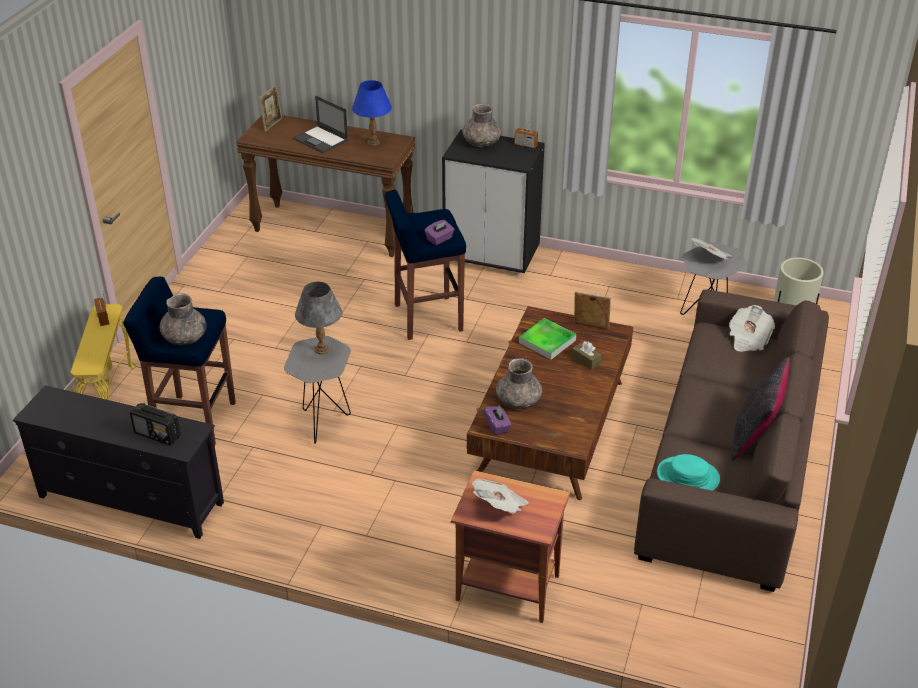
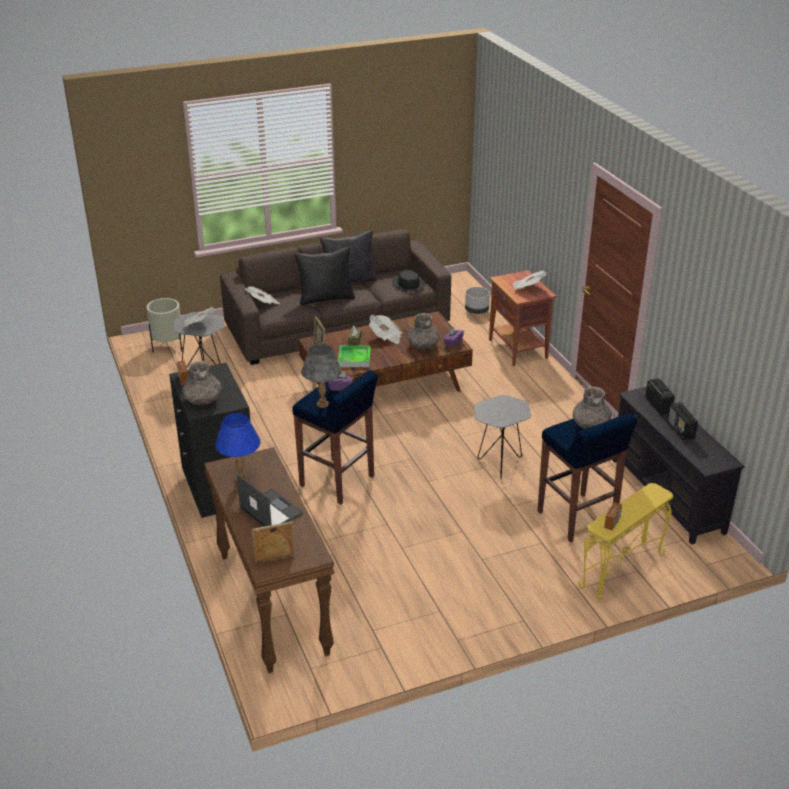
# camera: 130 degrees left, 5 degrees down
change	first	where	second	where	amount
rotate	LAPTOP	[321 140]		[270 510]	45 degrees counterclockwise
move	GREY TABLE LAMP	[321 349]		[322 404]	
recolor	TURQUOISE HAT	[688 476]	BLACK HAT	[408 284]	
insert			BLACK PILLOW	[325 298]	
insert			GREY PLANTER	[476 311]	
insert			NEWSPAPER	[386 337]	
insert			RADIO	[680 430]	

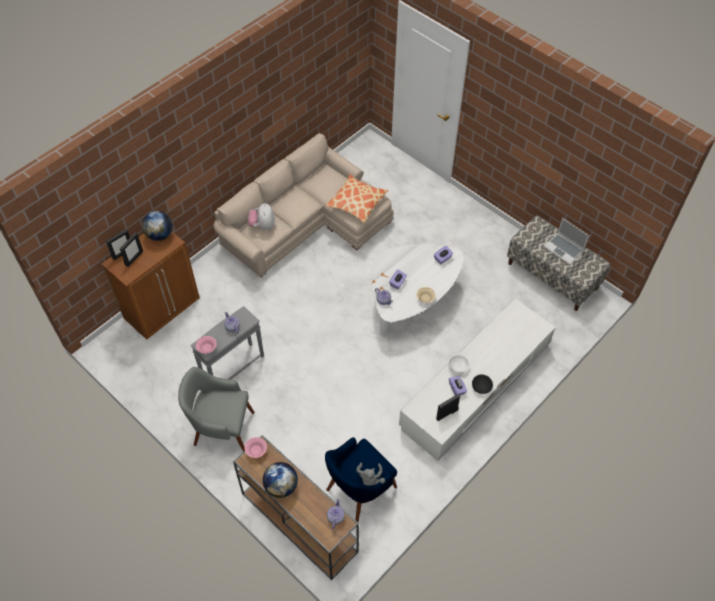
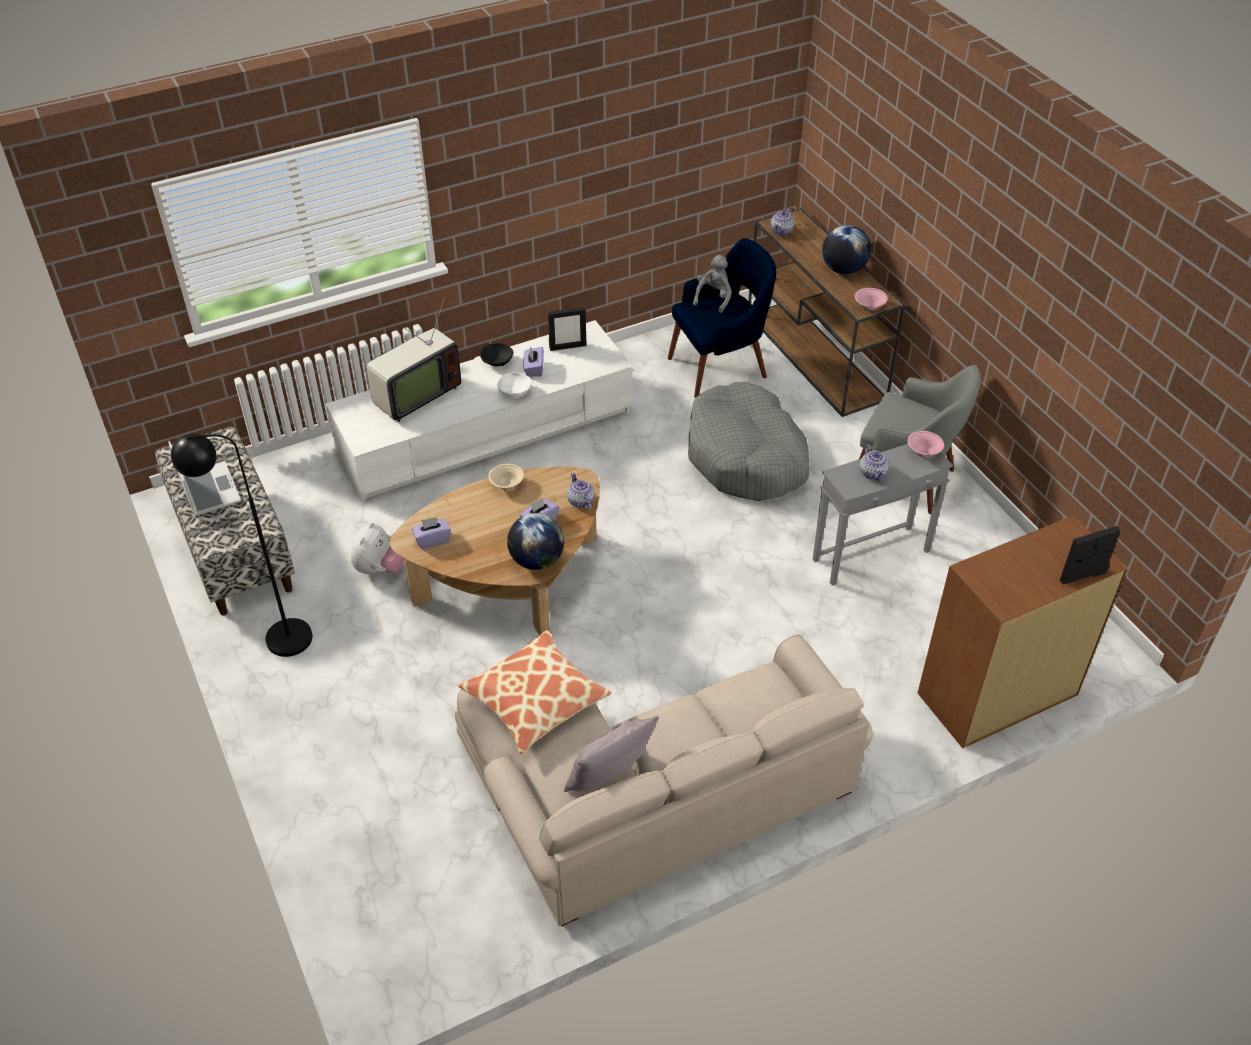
# camera: 160 degrees left, 10 degrees down
change	first	where	second	where	amount
move	PLUSH TOY	[262 225]		[380 568]	
move	GLOBE	[160 235]		[536 560]	
delete	PICTURE FRAME	[134 258]			
recolor	WHITE COFFEE TABLE	[411 300]	BROWN COFFEE TABLE	[510 577]	
insert			TELEVISION	[414 396]	
insert			GREY DOG BED	[746 457]	
insert			BLACK FLOOR LAMP	[274 641]	
insert			PURPLE PILLOW	[609 777]	

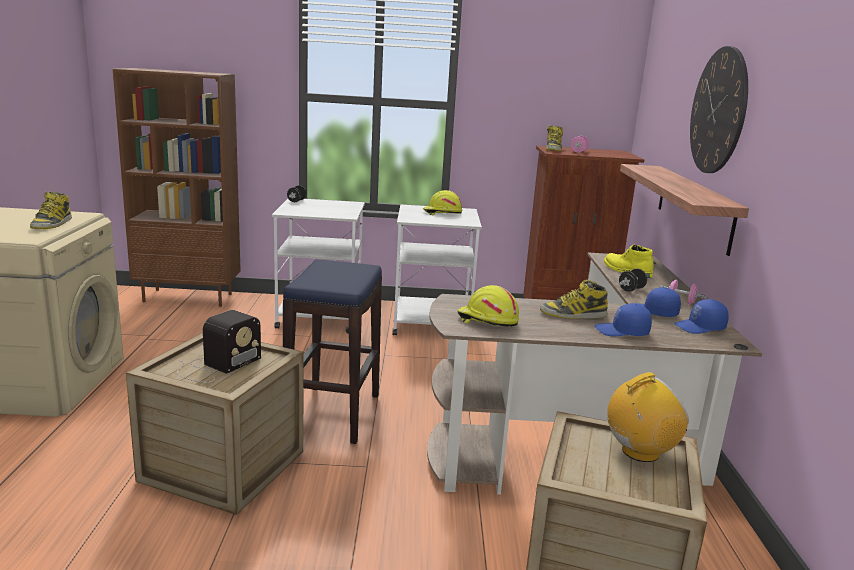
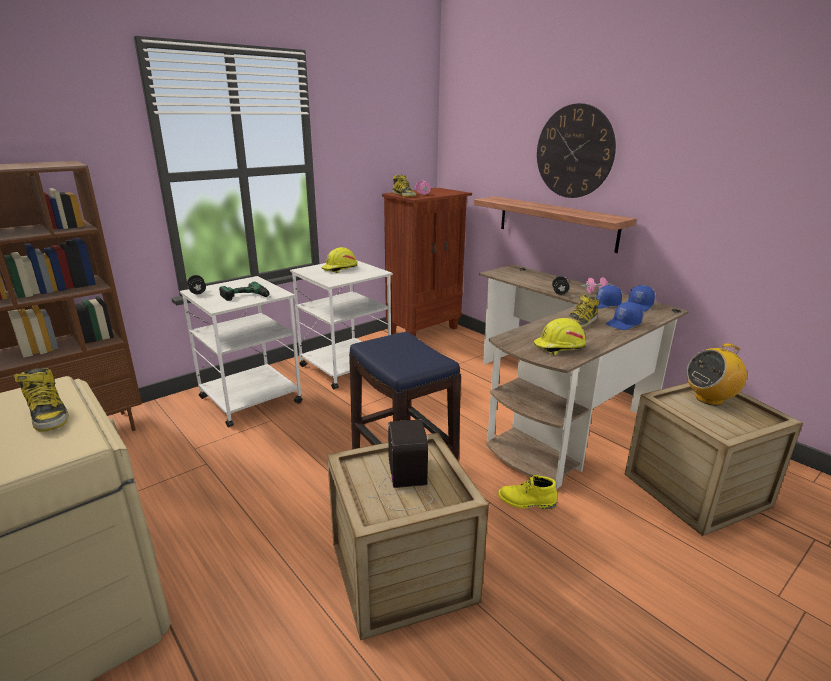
# camera: 40 degrees left, 5 degrees up
change	first	where	second	where	amount
move	YELLOW BOOT	[626 271]		[526 502]	
rotate	RADIO	[640 452]		[709 399]	135 degrees counterclockwise
insert			POWER DRILL	[248 298]	

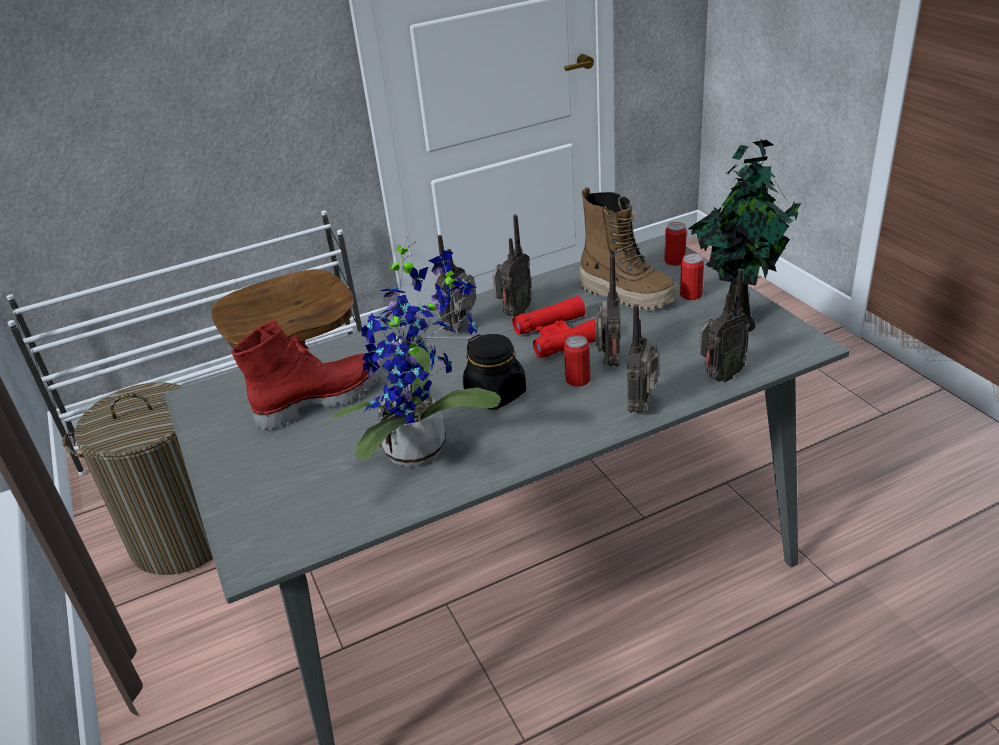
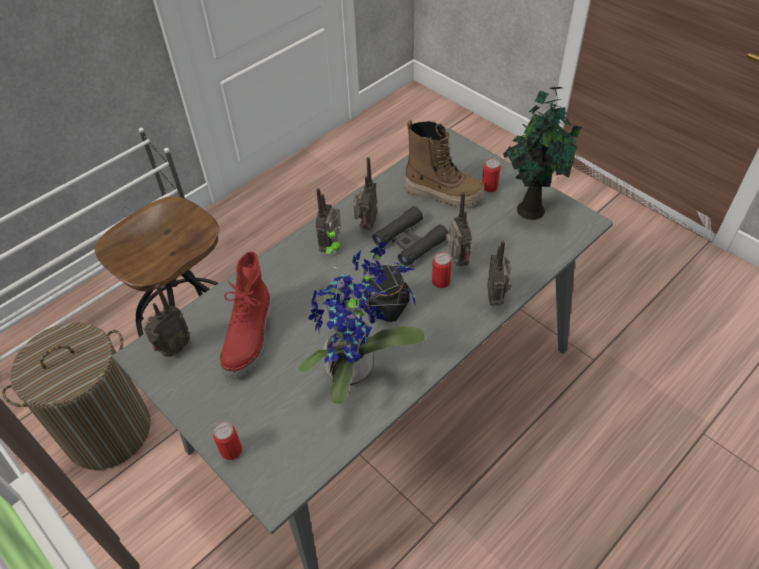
# camera: 20 degrees left, 15 degrees up
change	first	where	second	where	amount
move	CAN	[674 261]		[231 450]	
move	RADIO	[719 376]		[173 348]	
recolor	RED BINOCULARS	[560 336]	BLACK BINOCULARS	[410 242]	
rotate	RED BOOT	[318 401]		[250 338]	150 degrees clockwise

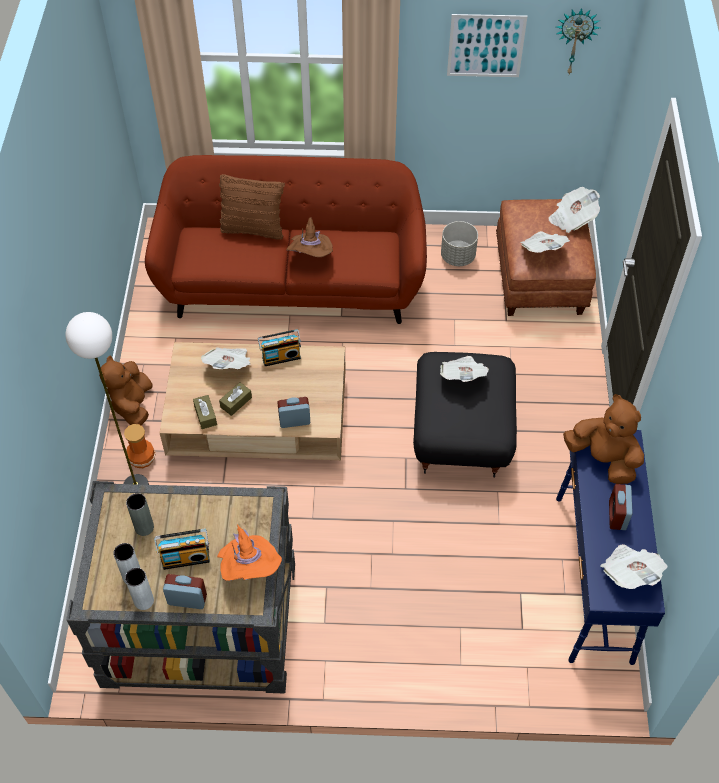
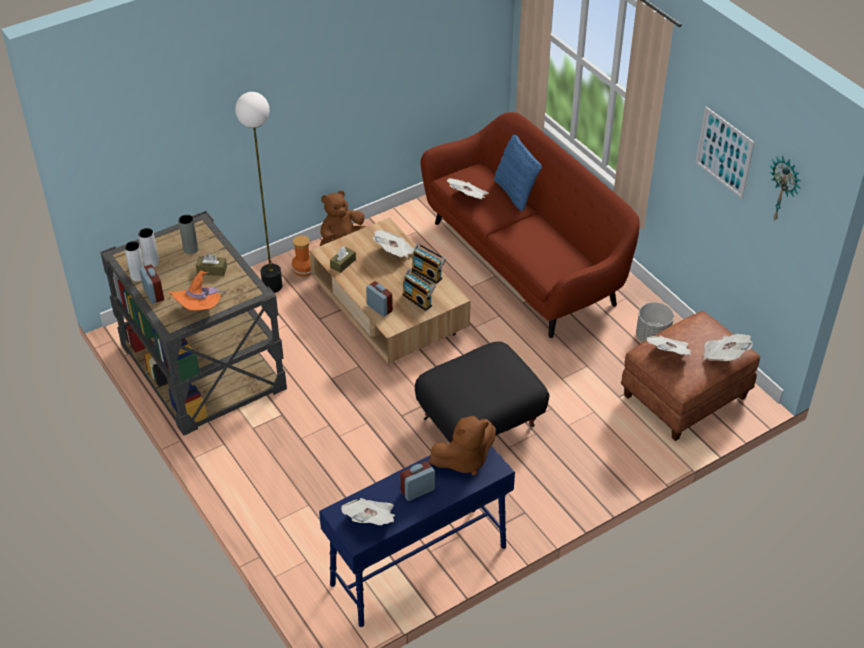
# camera: 55 degrees right, 10 degrees down
change	first	where	second	where	amount
recolor	BROWN PILLOW	[254 229]	BLUE PILLOW	[516 194]	
delete	BROWN HAT	[311 256]			
move	NEWSPAPER	[463 376]		[468 197]	
move	BROWN TISSUE BOX	[236 402]		[212 270]	
rotate	BROWN PLUSH TOY	[603 459]		[464 460]	60 degrees clockwise
move	RADIO	[185 557]		[418 299]	

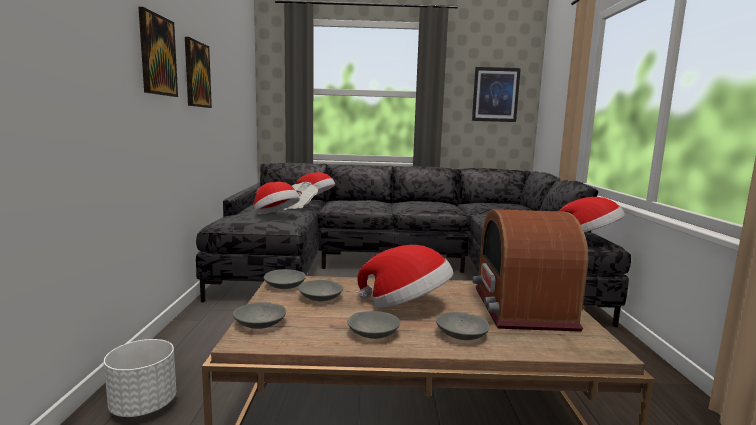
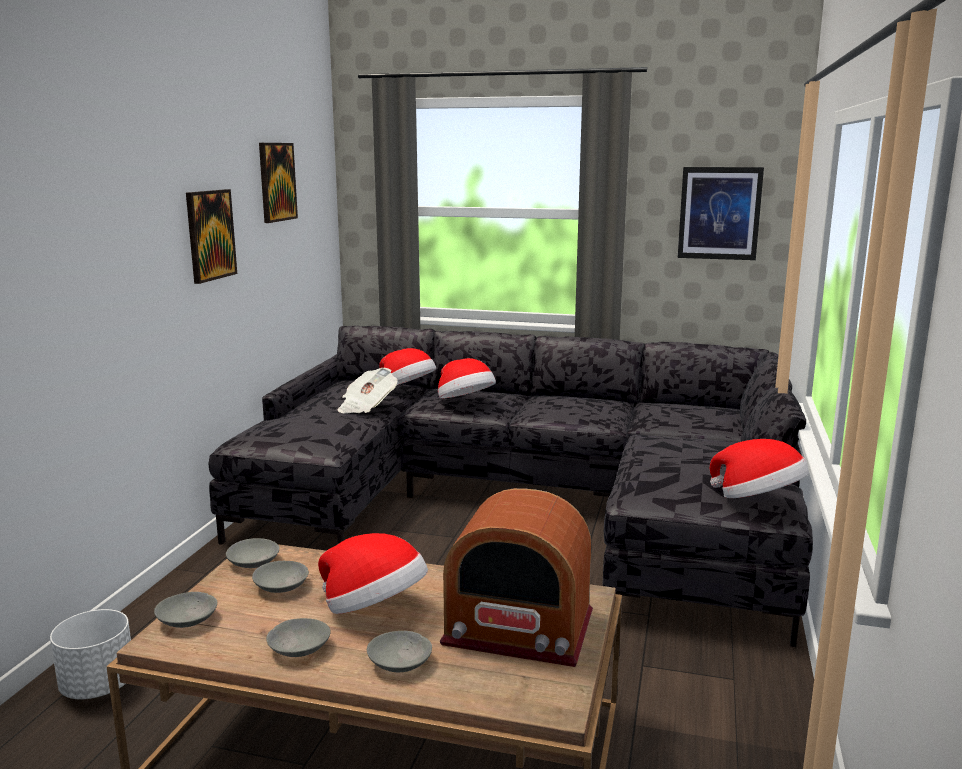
# camera: 15 degrees right, 5 degrees up
change	first	where	second	where	amount
move	PICTURE	[157 55]		[277 182]	
move	HAT	[275 216]		[465 402]	
rotate	RADIO	[521 308]		[518 629]	90 degrees counterclockwise

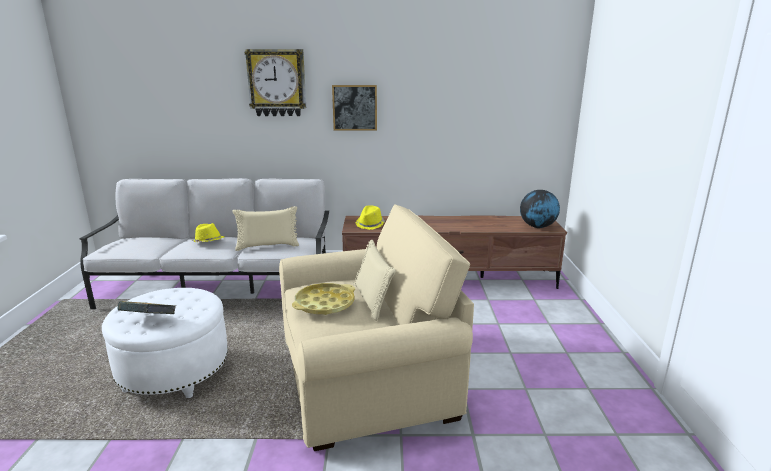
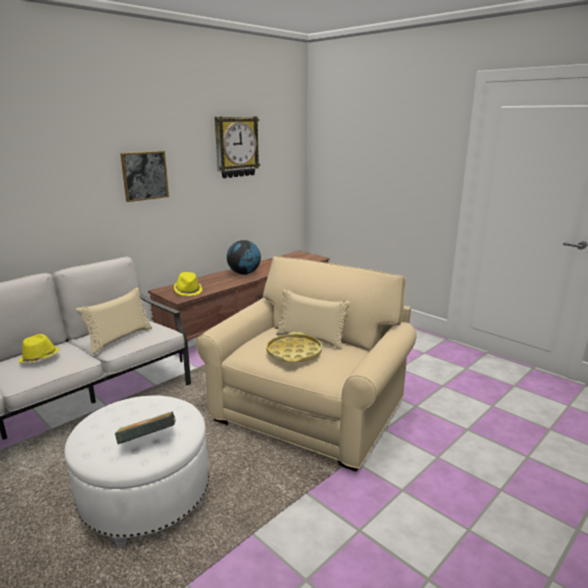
# camera: 45 degrees left, 0 degrees up
change	first	where	second	where	amount
move	WALL CLOCK	[277 83]		[236 147]	
move	GLOBE	[537 227]		[244 273]	

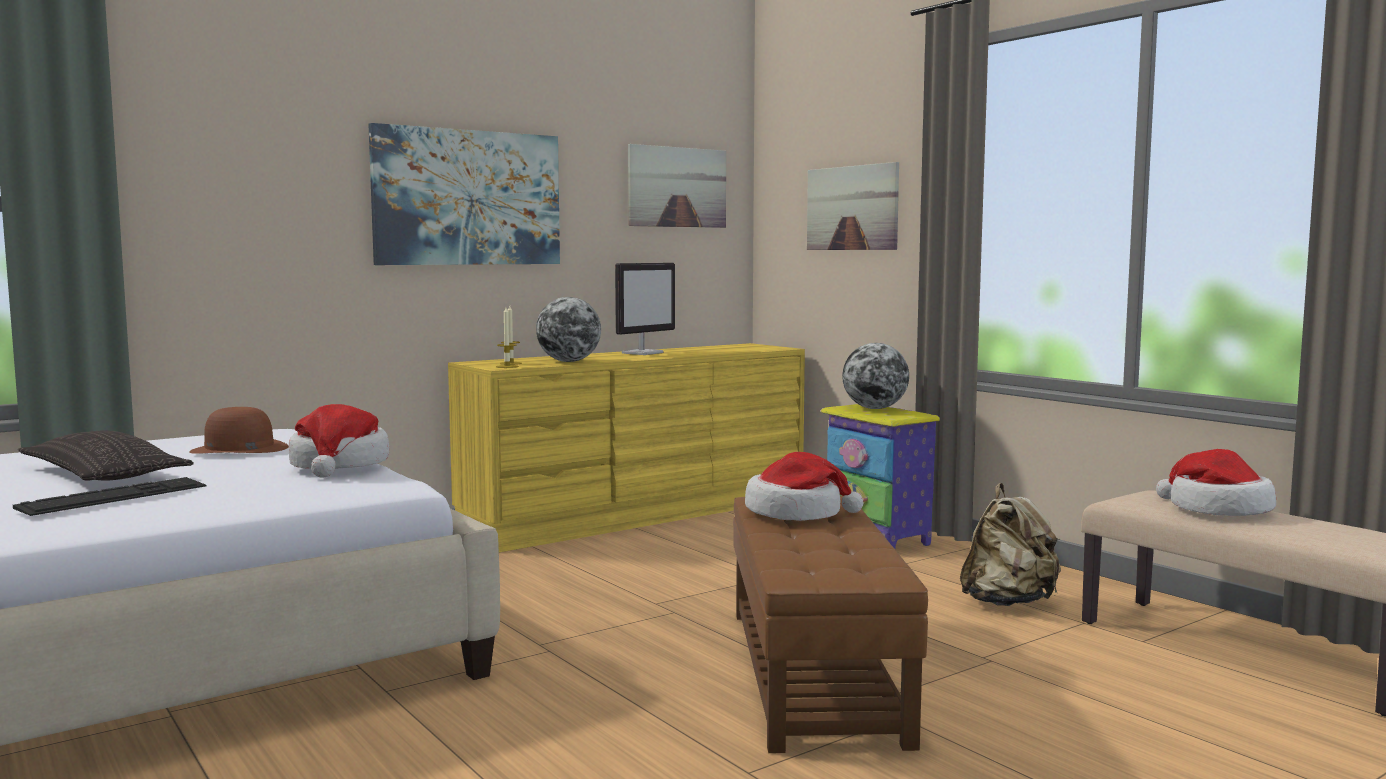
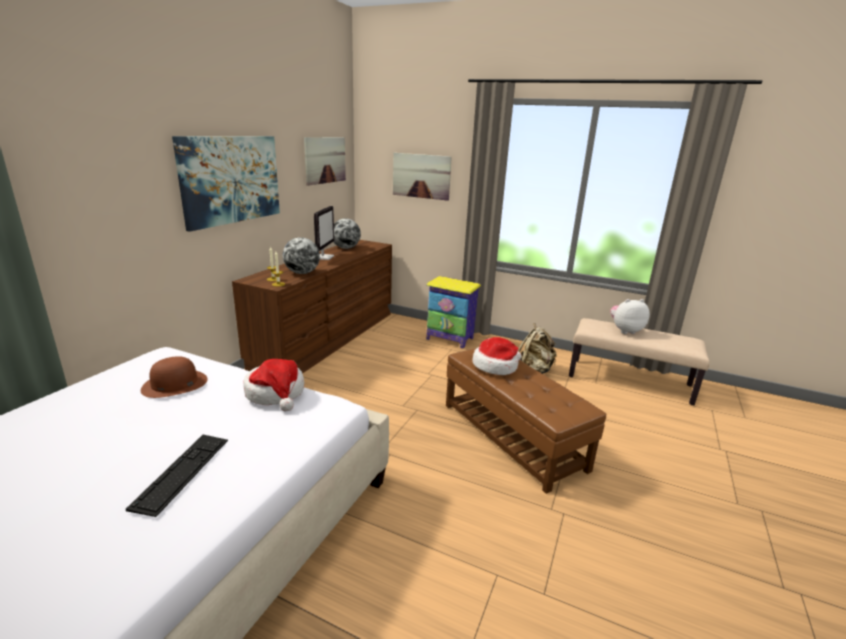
# camera: 30 degrees left, 15 degrees up
change	first	where	second	where	amount
recolor	YELLOW DRESSER	[638 513]	BROWN DRESSER	[327 338]	
move	GLOBE	[875 408]		[346 248]	
delete	PILLOW	[103 474]			
replace	HAT	[1217 509]	PLUSH TOY	[625 330]	

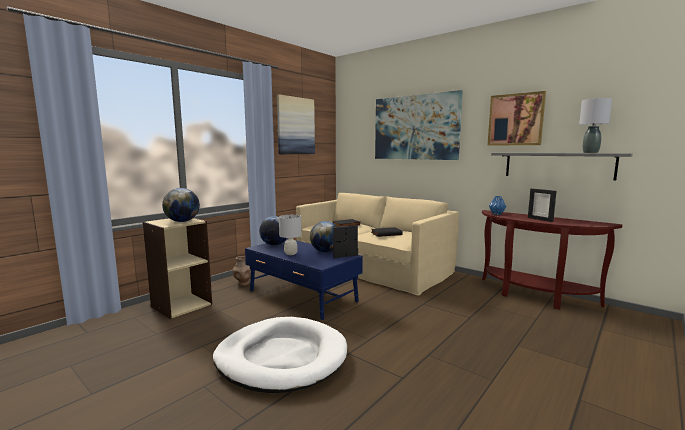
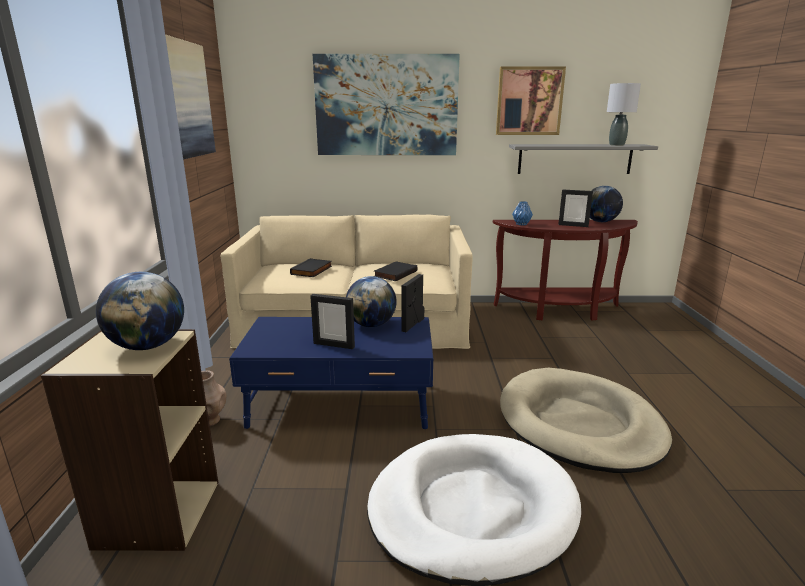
# camera: 40 degrees left, 10 degrees up
change	first	where	second	where	amount
replace	GREY TABLE LAMP	[291 254]	PICTURE FRAME	[334 345]	
move	GLOBE	[274 244]		[601 222]	
insert			BEIGE DOG BED	[579 424]	

